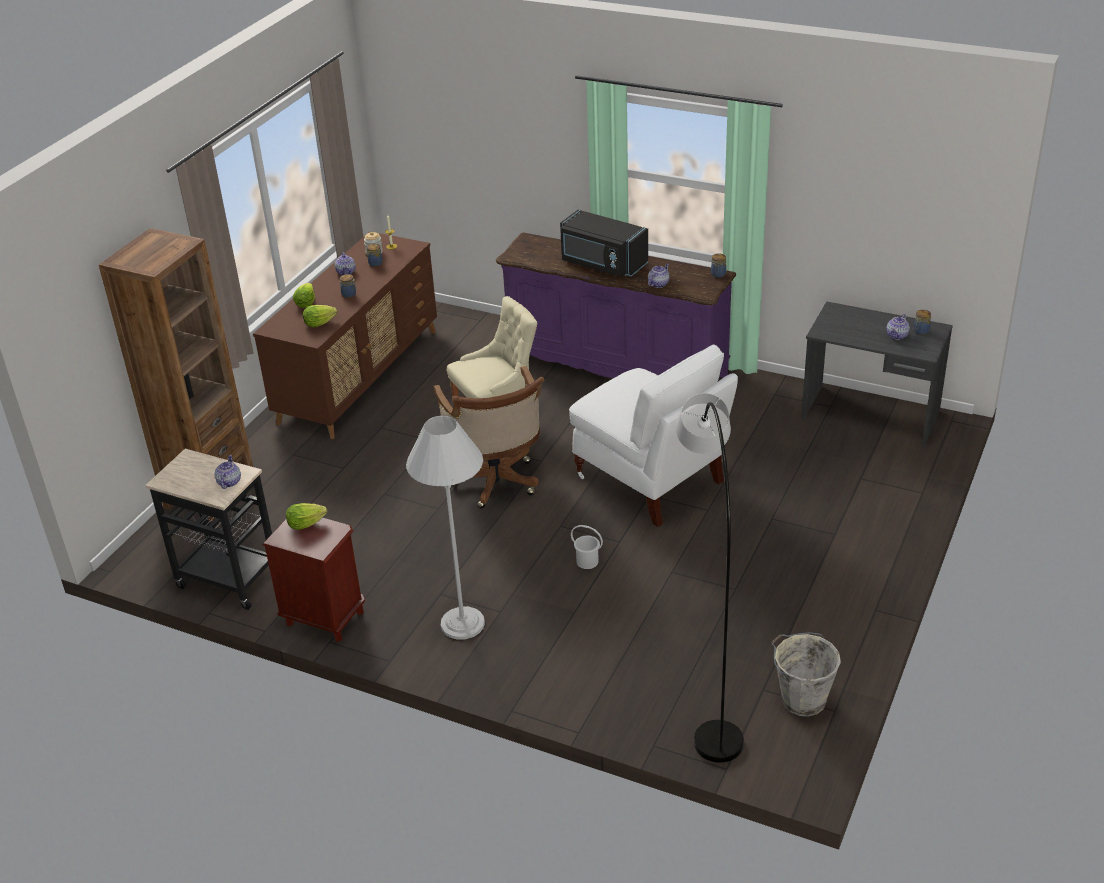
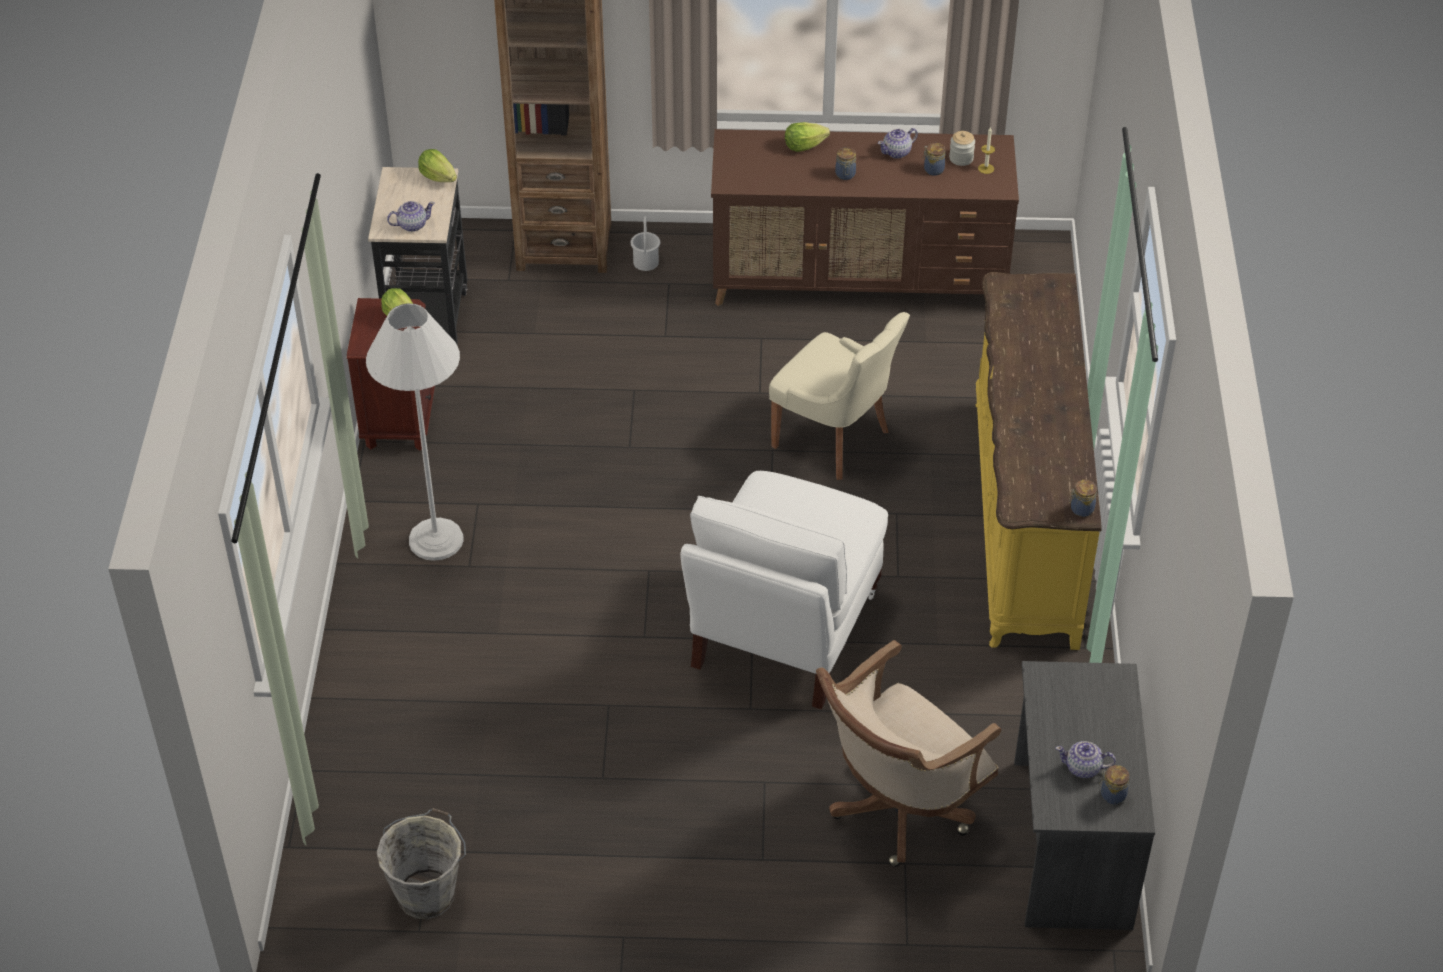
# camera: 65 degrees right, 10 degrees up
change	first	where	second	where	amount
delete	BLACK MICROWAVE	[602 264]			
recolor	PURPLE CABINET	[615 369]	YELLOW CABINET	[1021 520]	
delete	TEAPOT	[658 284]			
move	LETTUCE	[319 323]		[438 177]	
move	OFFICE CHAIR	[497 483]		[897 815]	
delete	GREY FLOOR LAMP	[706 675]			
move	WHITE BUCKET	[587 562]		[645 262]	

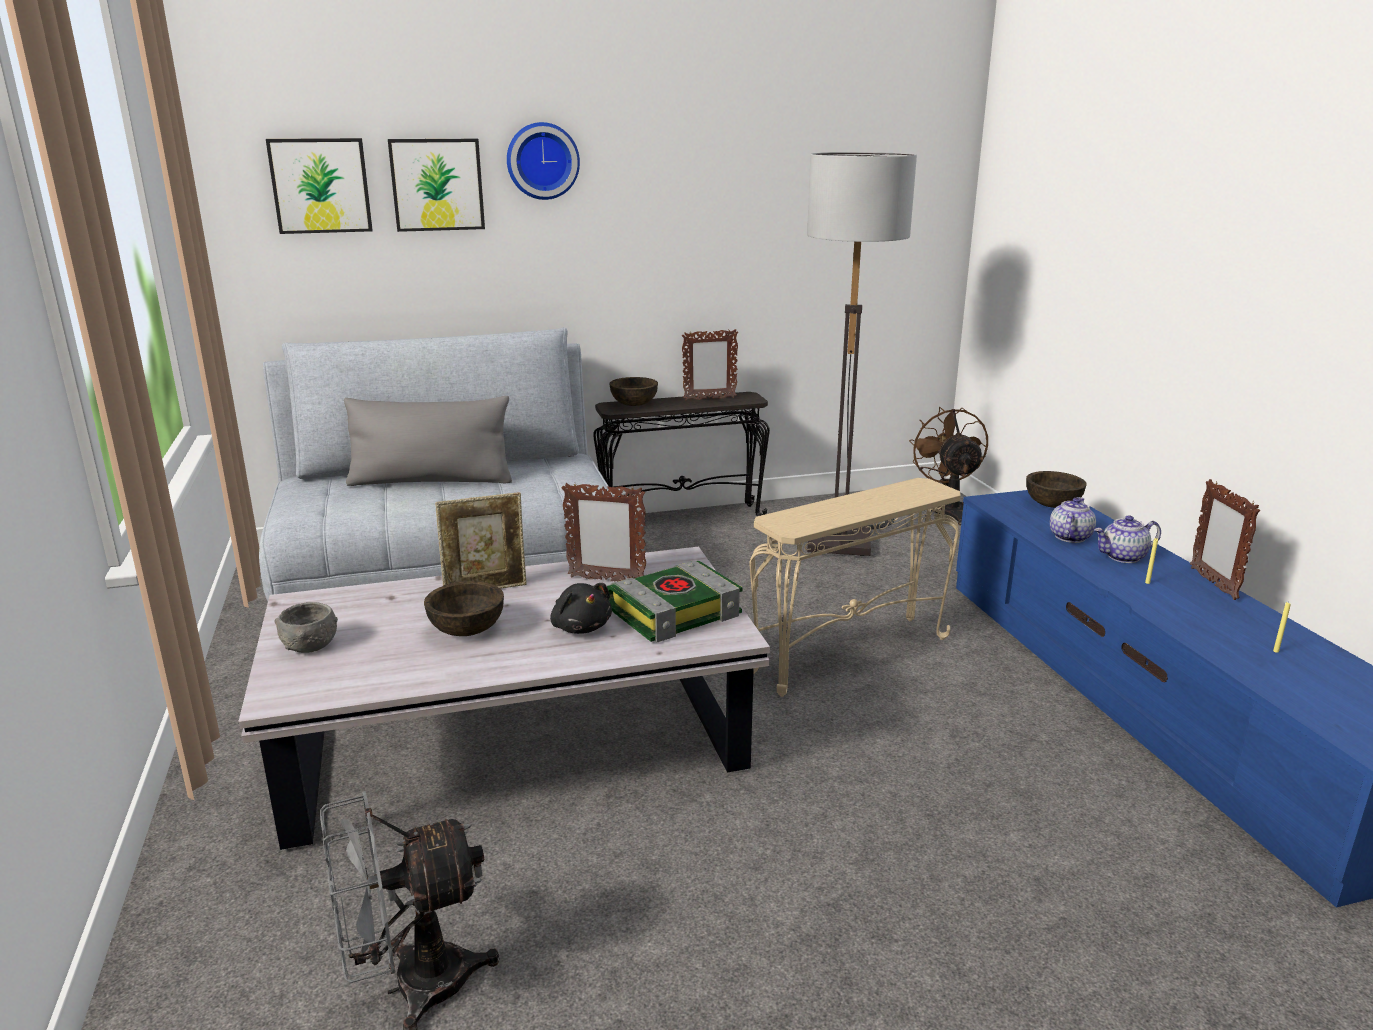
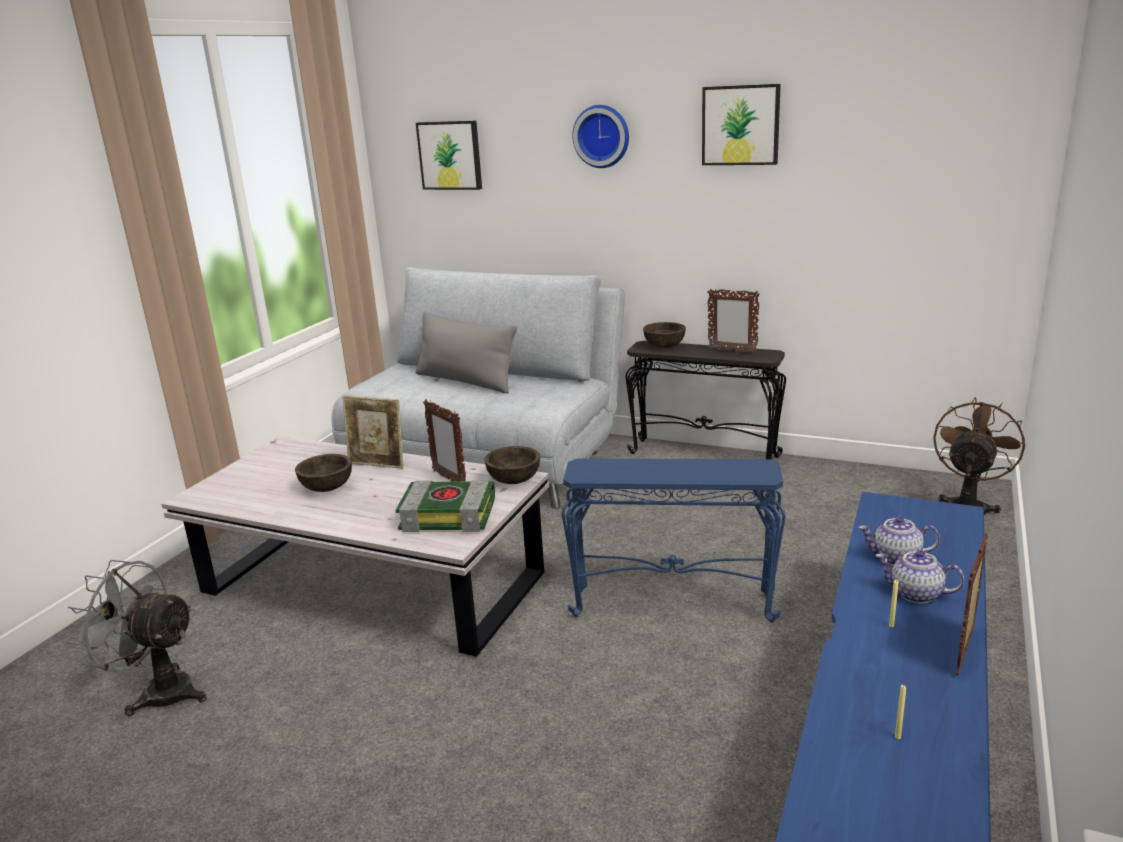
# camera: 40 degrees right, 0 degrees up
change	first	where	second	where	amount
move	PICTURE	[437 184]		[741 125]	
delete	FLOOR LAMP	[847 536]			
move	BROWN BOWL	[1052 504]		[514 480]	
recolor	BEIGE SIDE TABLE	[850 655]	BLUE SIDE TABLE	[672 606]	
rotate	TEAPOT	[1069 537]		[896 558]	150 degrees counterclockwise
delete	BLACK PLUSH TOY	[580 627]			
delete	GREY BOWL	[310 645]			

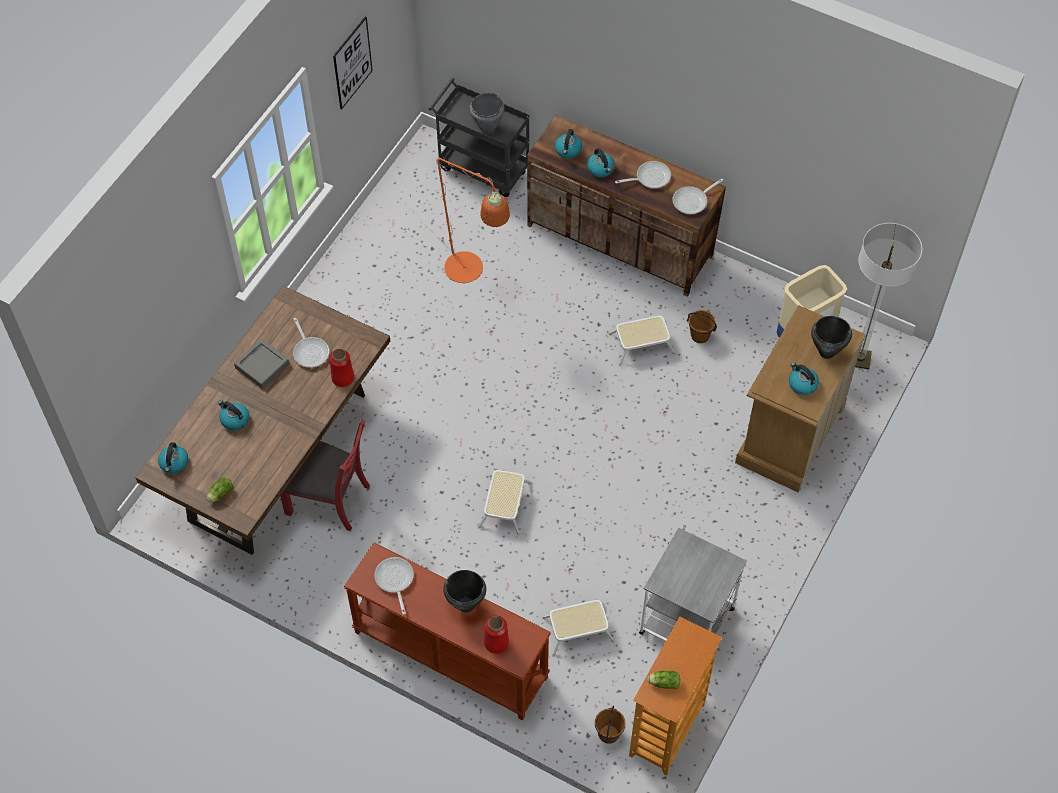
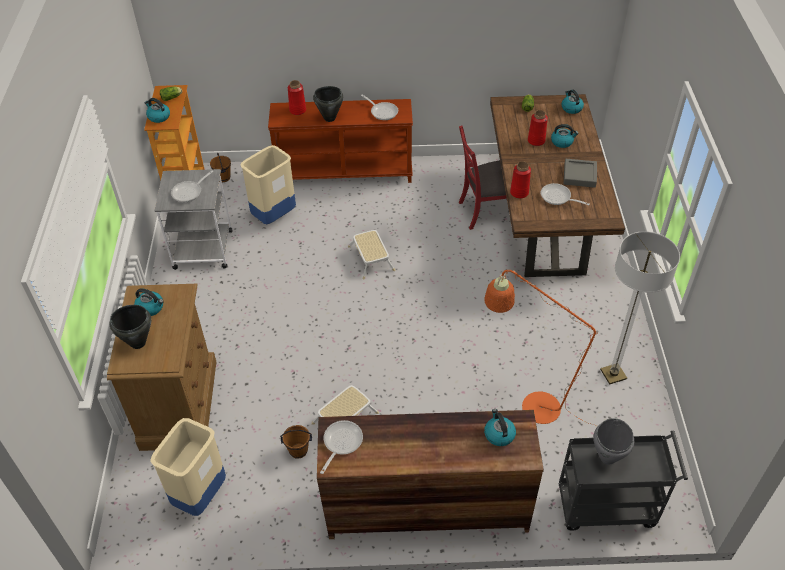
# camera: 150 degrees right, 10 degrees down
change	first	where	second	where	amount
delete	PICTURE	[352 63]			
move	KETTLE	[601 169]		[158 117]	
move	FRYING PAN	[649 177]		[189 192]	
move	FLOOR LAMP	[859 359]		[613 374]	
replace	BEIGE STEP LADDER	[578 629]	BEIGE TRASH CAN	[274 216]	
insert			RED VASE	[536 140]	

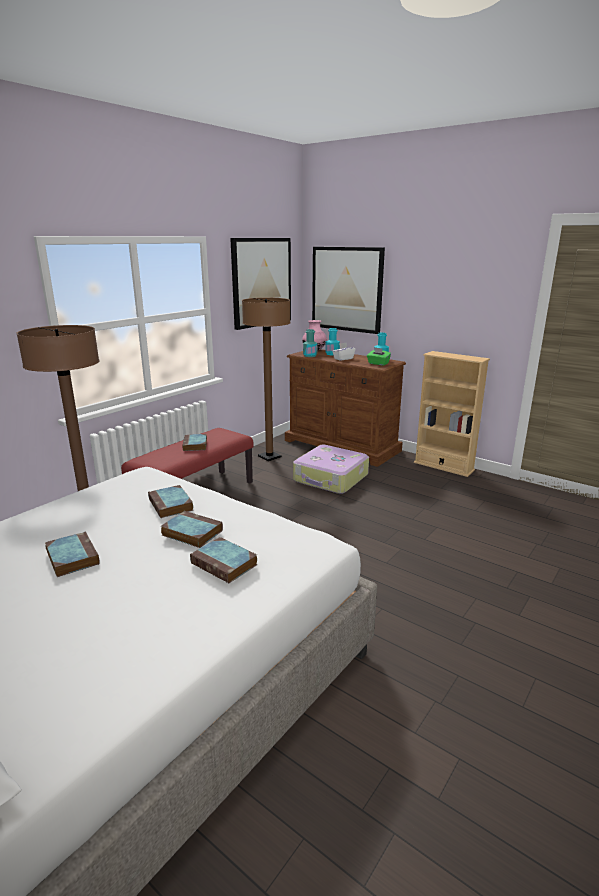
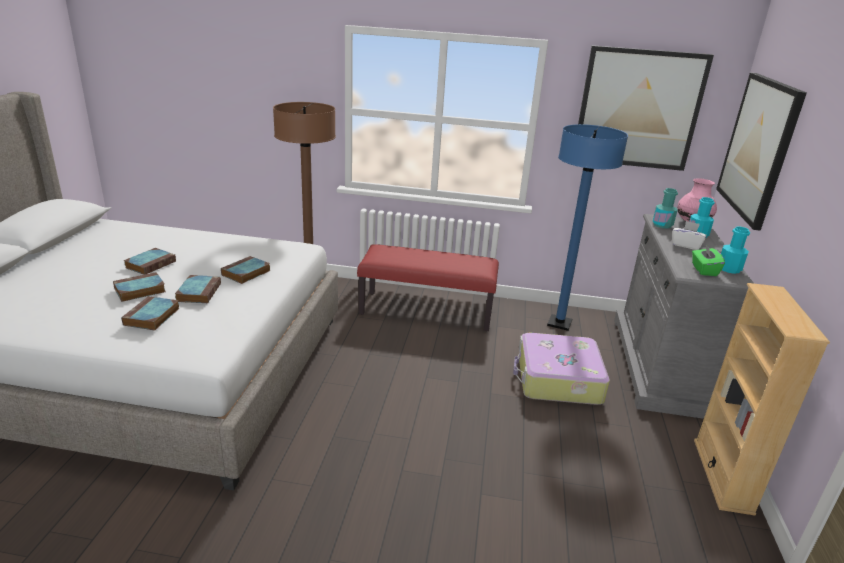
# camera: 60 degrees right, 5 degrees up
change	first	where	second	where	amount
recolor	BROWN FLOOR LAMP	[269 457]	BLUE FLOOR LAMP	[559 323]	
recolor	BROWN DRESSER	[343 445]	GREY DRESSER	[661 365]	
move	BOOK	[195 445]		[139 290]	

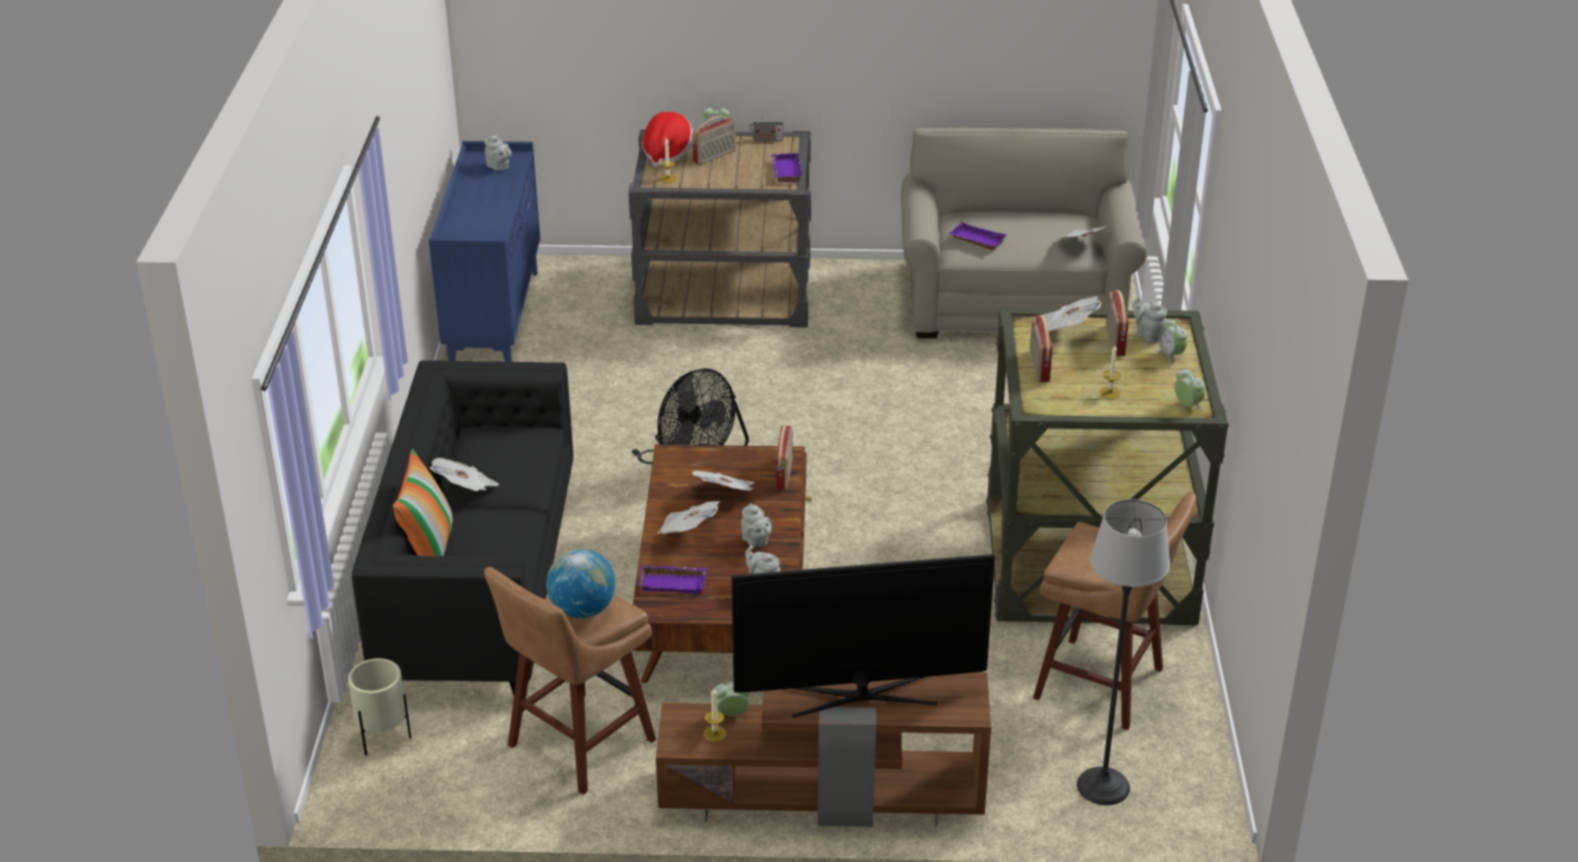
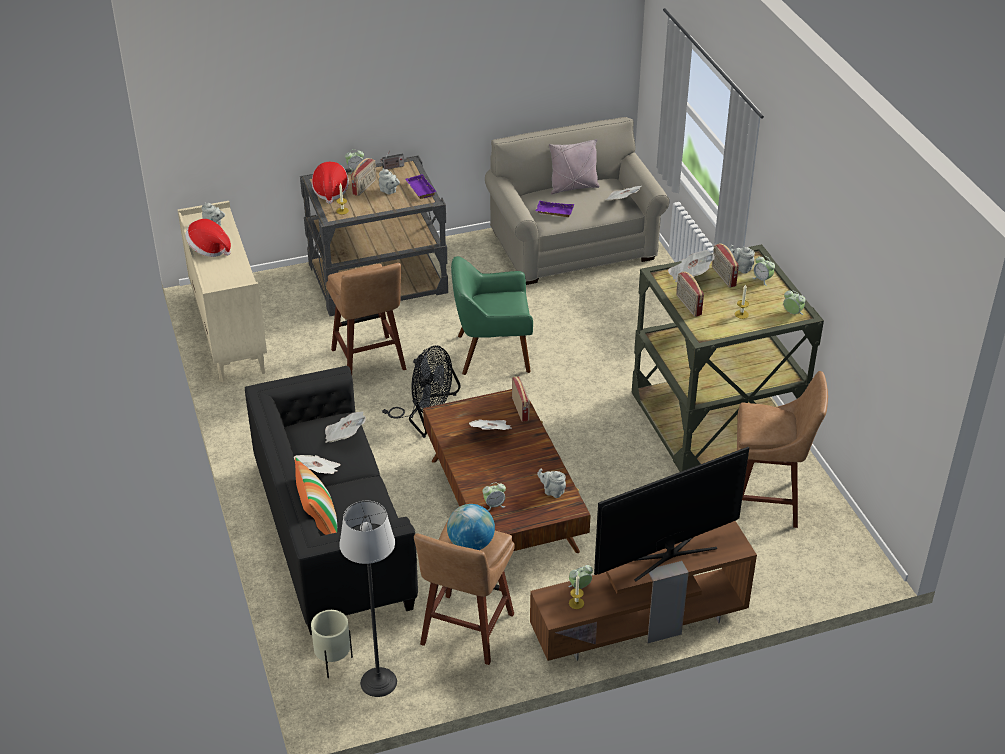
# camera: 20 degrees left, 5 degrees up
change	first	where	second	where	amount
recolor	BLUE CABINET	[495 321]	BEIGE CABINET	[229 334]	
move	FLOOR LAMP	[1103 786]		[378 682]	
move	NEWSPAPER	[688 531]		[344 436]	
move	GREY TEAPOT	[756 542]		[389 191]	
replace	PURPLE TRAY	[673 582]	ALARM CLOCK	[494 505]	
insert			PURPLE PILLOW	[573 187]	
insert			HAT	[209 249]	
insert			GREEN ARMCHAIR	[492 353]	
insert			BROWN STOOL	[369 361]	

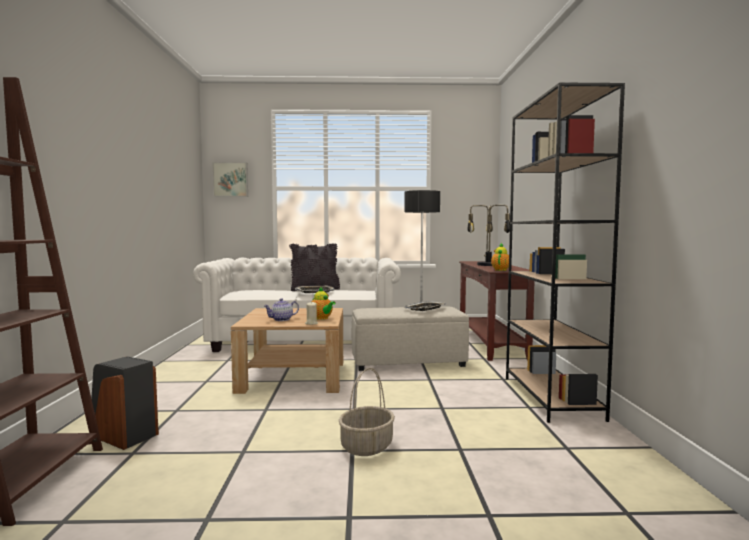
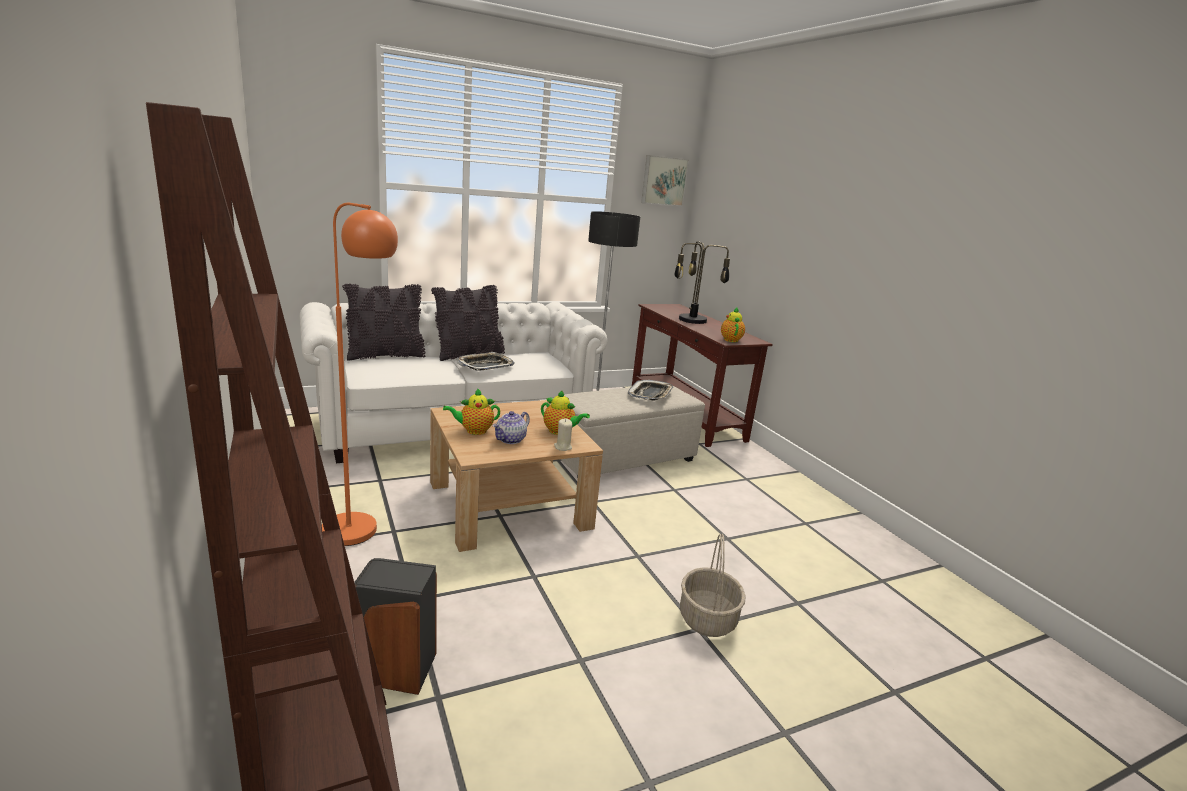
# camera: 25 degrees left, 15 degrees up
change	first	where	second	where	amount
delete	BEIGE BOOKCASE	[552 397]			
move	PICTURE	[231 179]		[663 181]	
insert			ORANGE FLOOR LAMP	[361 537]	
insert			BLACK PILLOW	[386 356]	
insert			TEAPOT	[474 431]	

